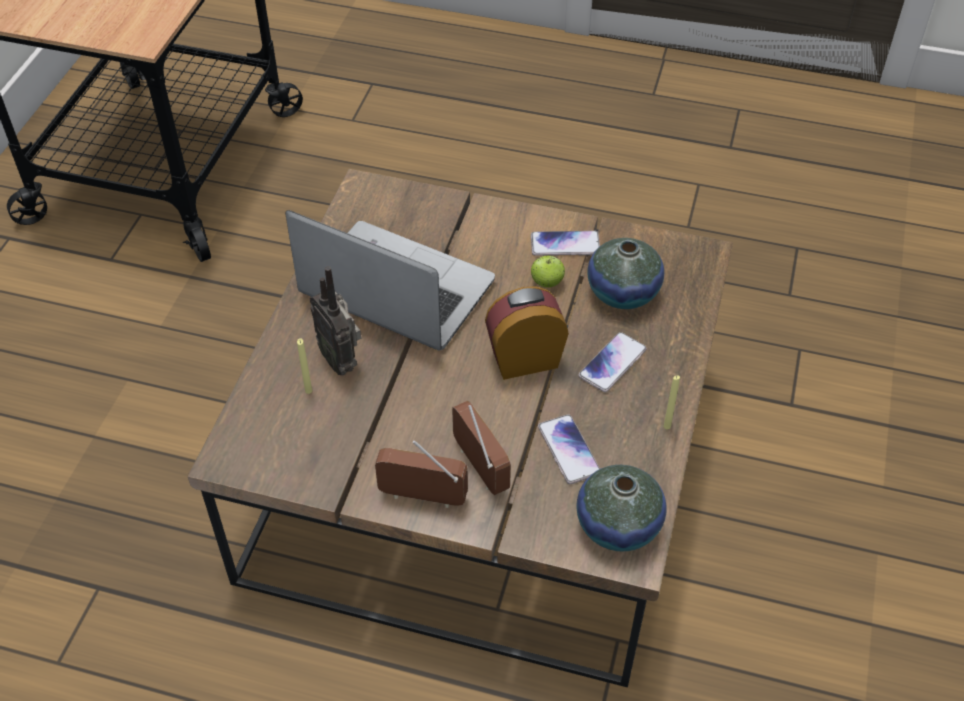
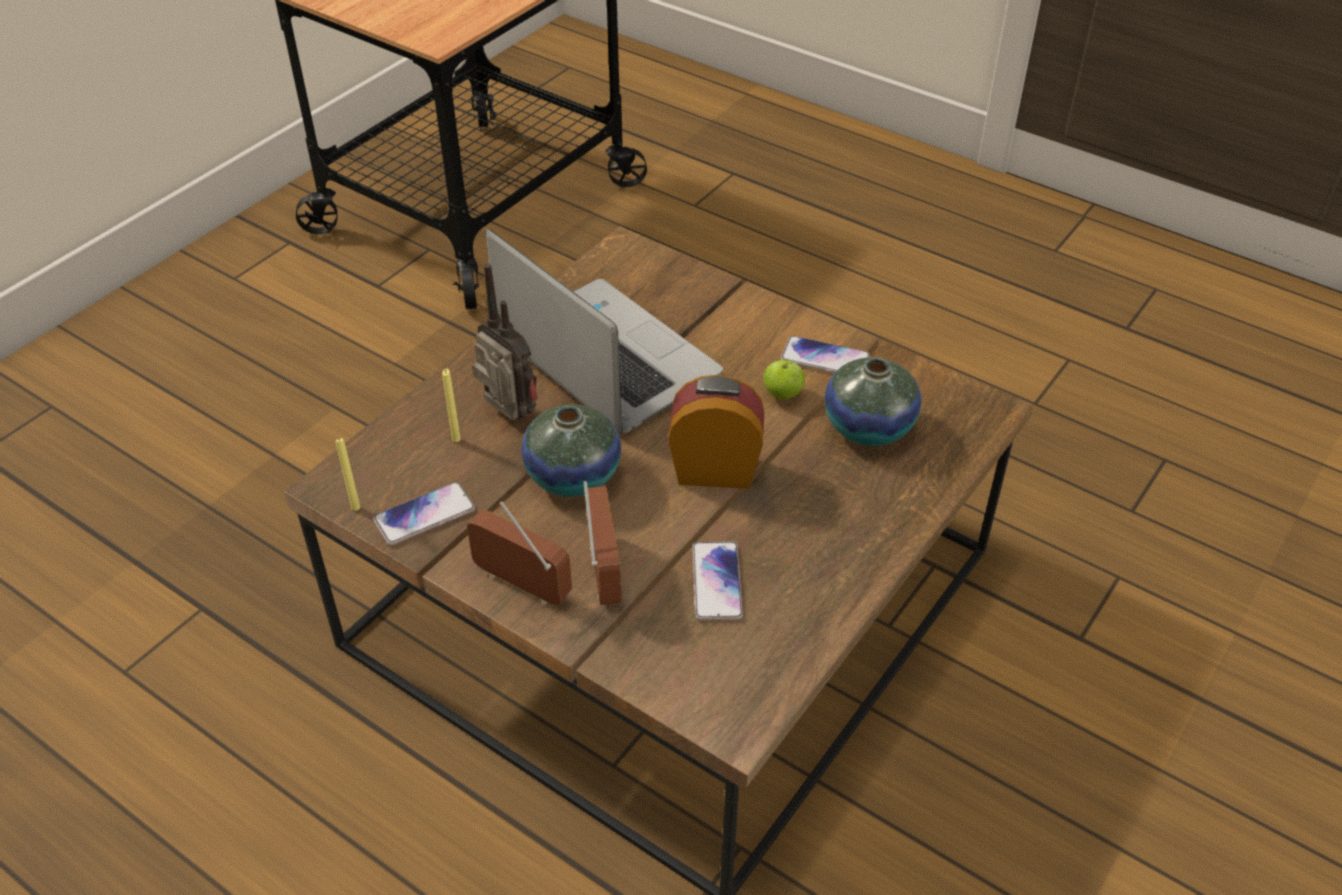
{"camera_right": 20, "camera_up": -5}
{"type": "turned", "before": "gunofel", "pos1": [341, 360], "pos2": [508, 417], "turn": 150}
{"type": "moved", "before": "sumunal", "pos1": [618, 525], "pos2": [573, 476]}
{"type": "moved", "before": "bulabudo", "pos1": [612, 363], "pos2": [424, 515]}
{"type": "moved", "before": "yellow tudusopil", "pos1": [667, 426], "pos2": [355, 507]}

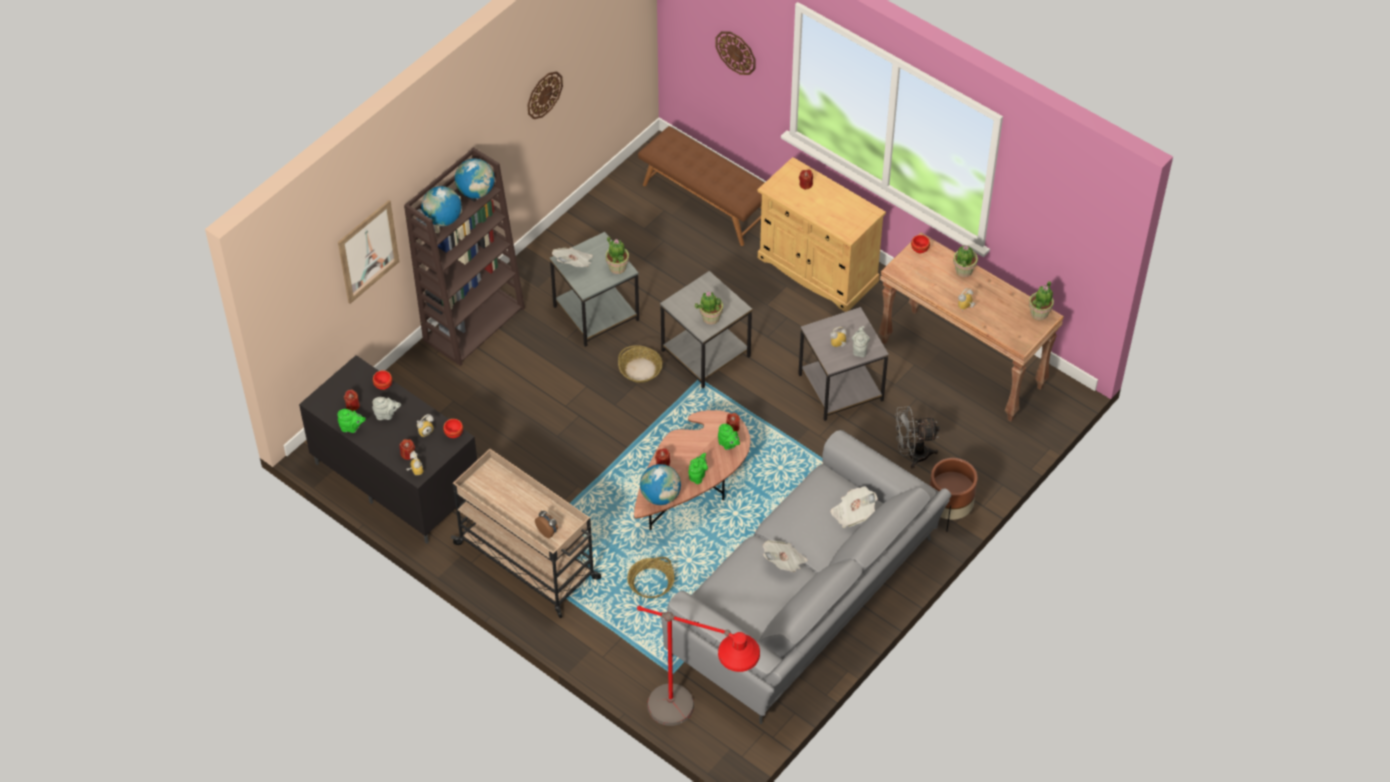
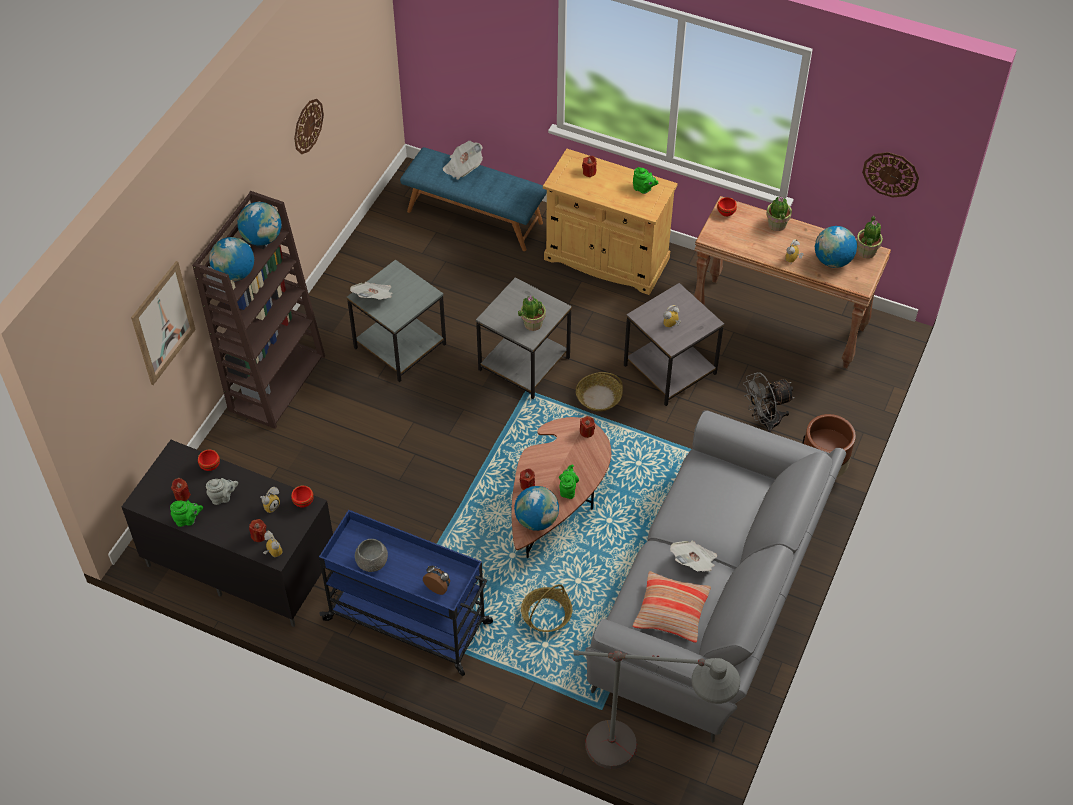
{"camera_right": -15, "camera_up": 0}
{"type": "recoloured", "before": "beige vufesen", "after": "blue vufesen", "pos1": [528, 562], "pos2": [409, 622]}
{"type": "removed", "before": "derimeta", "pos1": [617, 267]}
{"type": "moved", "before": "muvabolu", "pos1": [640, 369], "pos2": [599, 397]}
{"type": "recoloured", "before": "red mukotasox", "after": "grey mukotasox", "pos1": [696, 723], "pos2": [645, 758]}
{"type": "recoloured", "before": "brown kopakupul", "after": "blue kopakupul", "pos1": [706, 202], "pos2": [475, 216]}
{"type": "moved", "before": "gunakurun", "pos1": [736, 52], "pos2": [890, 174]}
{"type": "moved", "before": "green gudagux", "pos1": [728, 444], "pos2": [643, 189]}
{"type": "moved", "before": "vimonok", "pos1": [853, 514], "pos2": [463, 168]}
{"type": "removed", "before": "grey gudagux", "pos1": [859, 350]}
{"type": "added", "after": "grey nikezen", "pos2": [372, 562]}
{"type": "added", "after": "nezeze", "pos2": [671, 612]}
{"type": "added", "after": "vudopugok", "pos2": [832, 261]}

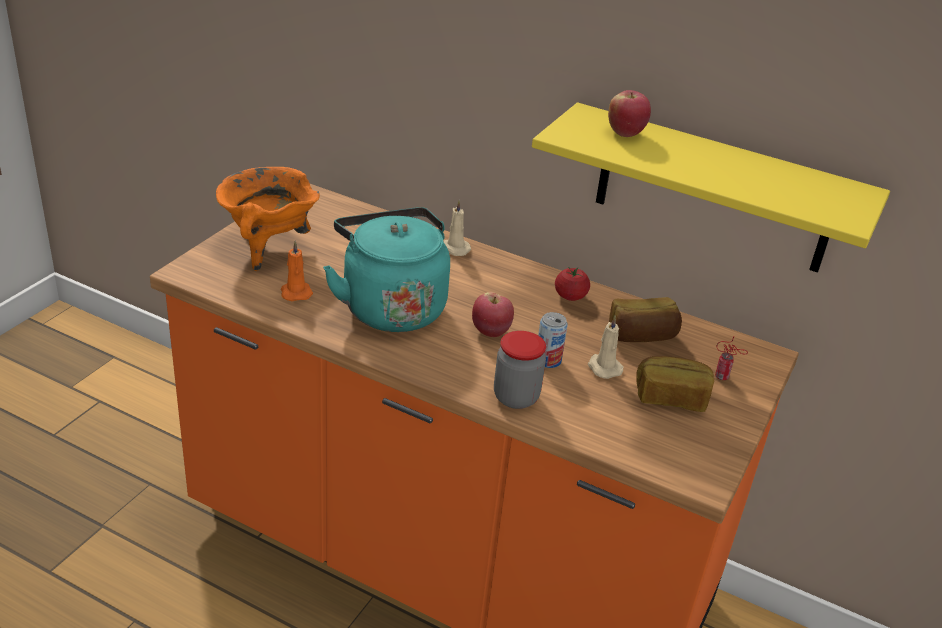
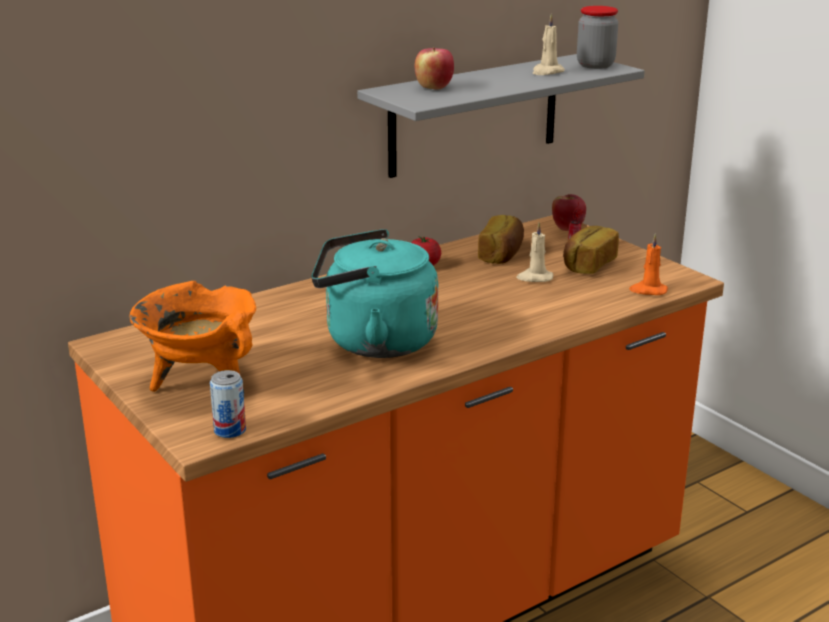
{"camera_right": -60, "camera_up": -10}
{"type": "moved", "before": "orange tudusopil", "pos1": [296, 292], "pos2": [648, 290]}
{"type": "moved", "before": "beige tudusopil", "pos1": [453, 249], "pos2": [547, 72]}
{"type": "moved", "before": "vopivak", "pos1": [491, 332], "pos2": [567, 228]}
{"type": "moved", "before": "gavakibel", "pos1": [516, 397], "pos2": [595, 65]}
{"type": "recoloured", "before": "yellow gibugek", "after": "grey gibugek", "pos1": [714, 190], "pos2": [474, 115]}
{"type": "moved", "before": "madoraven", "pos1": [548, 360], "pos2": [230, 430]}

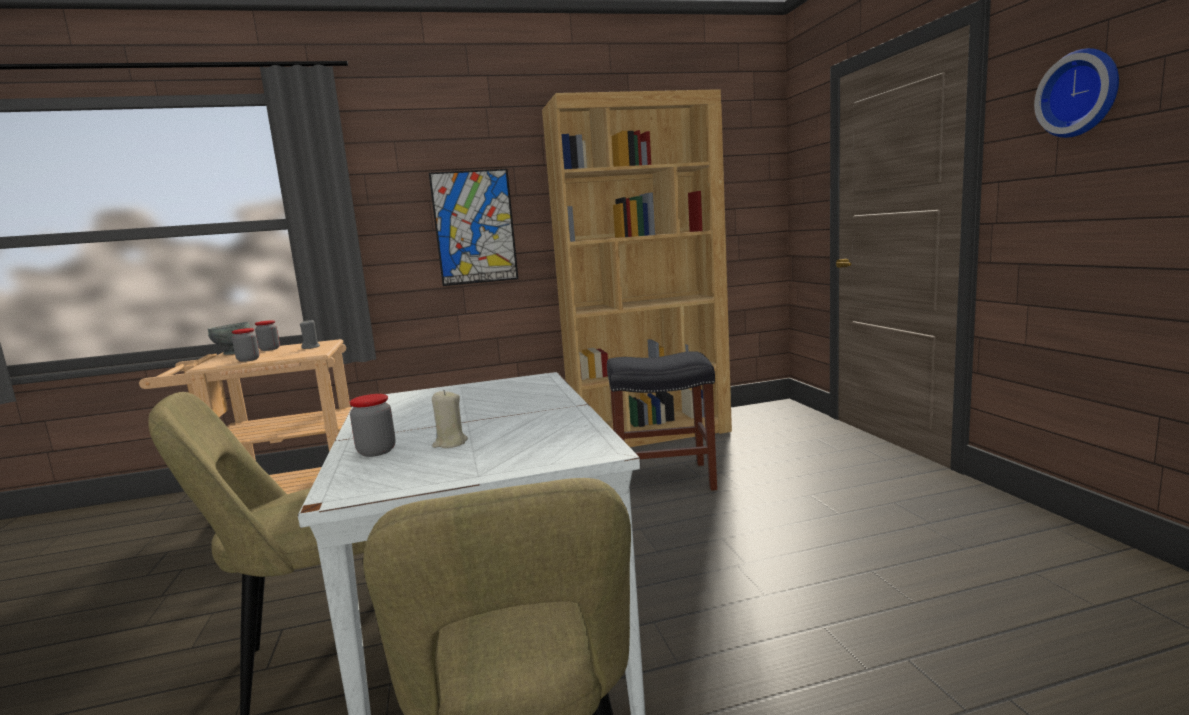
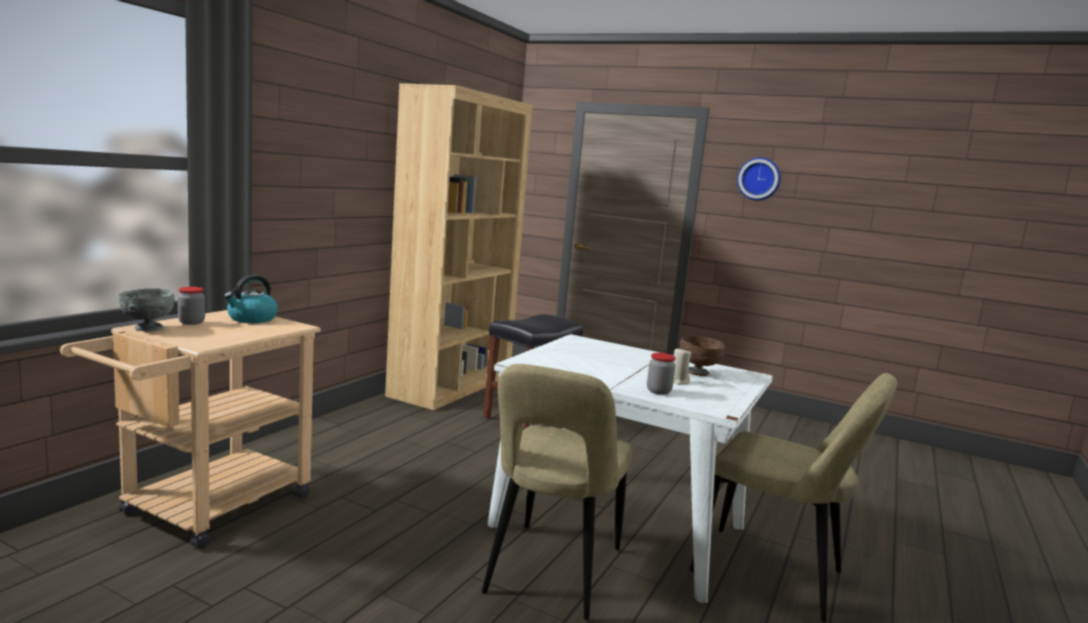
{"camera_right": -50, "camera_up": 0}
{"type": "removed", "before": "gavakibel", "pos1": [248, 360]}
{"type": "replaced", "before": "grey tudusopil", "after": "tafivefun", "pos1": [311, 347], "pos2": [251, 319]}
{"type": "removed", "before": "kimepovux", "pos1": [474, 227]}
{"type": "added", "after": "brown nikezen", "pos2": [698, 373]}

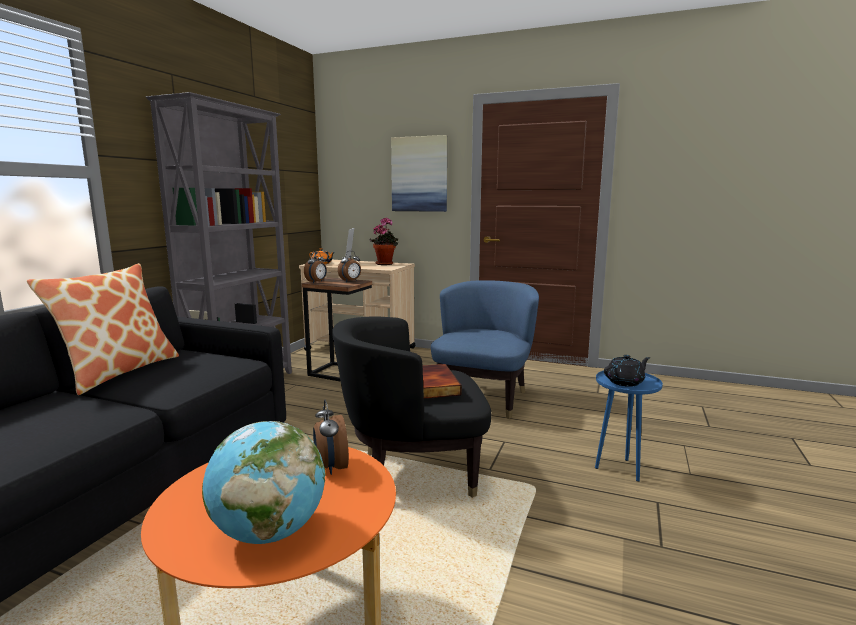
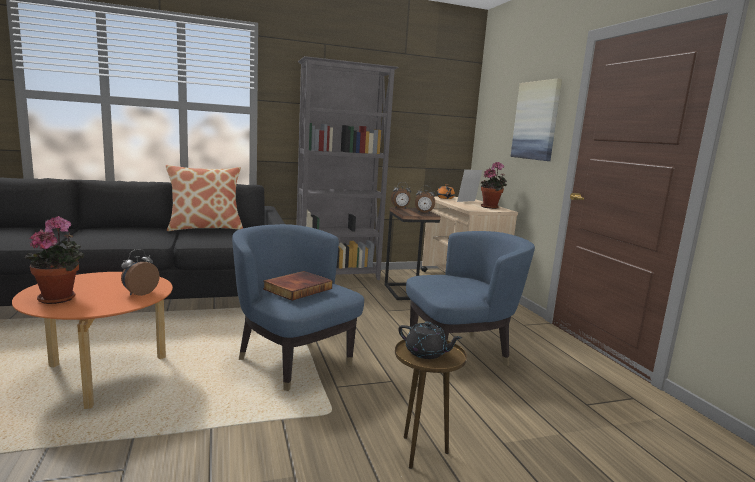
{"camera_right": 50, "camera_up": 0}
{"type": "replaced", "before": "vudopugok", "after": "derimeta", "pos1": [269, 532], "pos2": [60, 298]}
{"type": "recoloured", "before": "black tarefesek", "after": "blue tarefesek", "pos1": [413, 474], "pos2": [293, 361]}
{"type": "recoloured", "before": "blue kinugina", "after": "brown kinugina", "pos1": [620, 469], "pos2": [420, 452]}

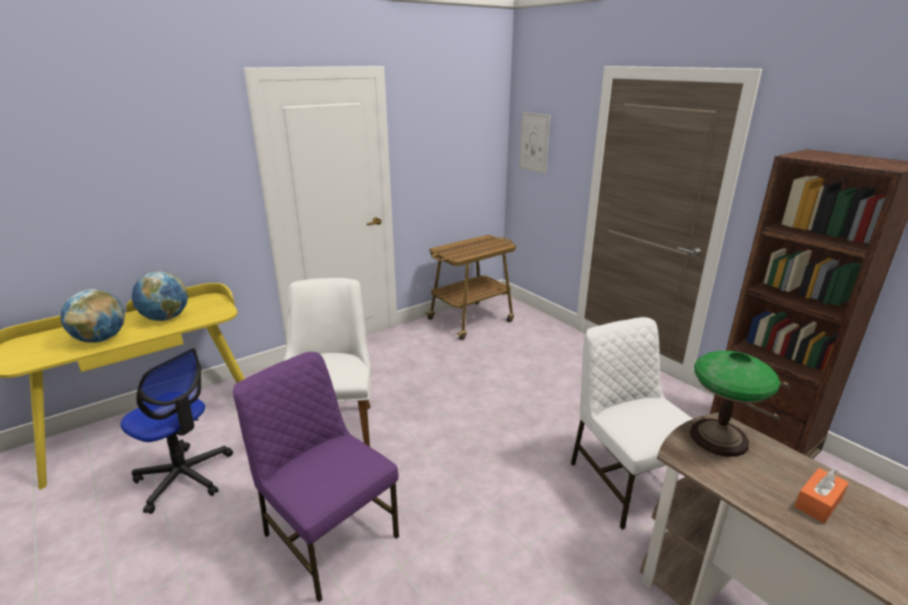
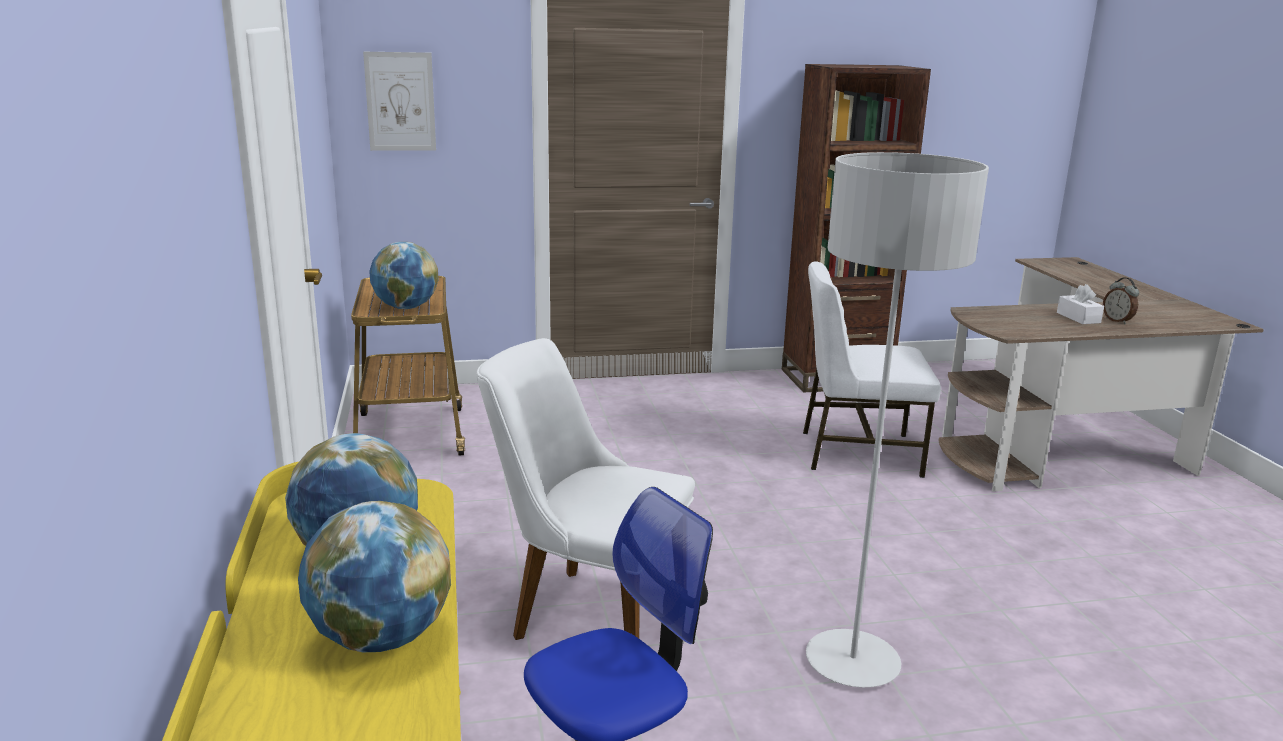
{"camera_right": -65, "camera_up": -5}
{"type": "replaced", "before": "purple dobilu", "after": "grey mukotasox", "pos1": [328, 535], "pos2": [852, 662]}
{"type": "removed", "before": "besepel", "pos1": [719, 438]}
{"type": "recoloured", "before": "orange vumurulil", "after": "white vumurulil", "pos1": [818, 502], "pos2": [1078, 318]}
{"type": "added", "after": "vudopugok", "pos2": [405, 307]}
{"type": "added", "after": "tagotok", "pos2": [1117, 321]}

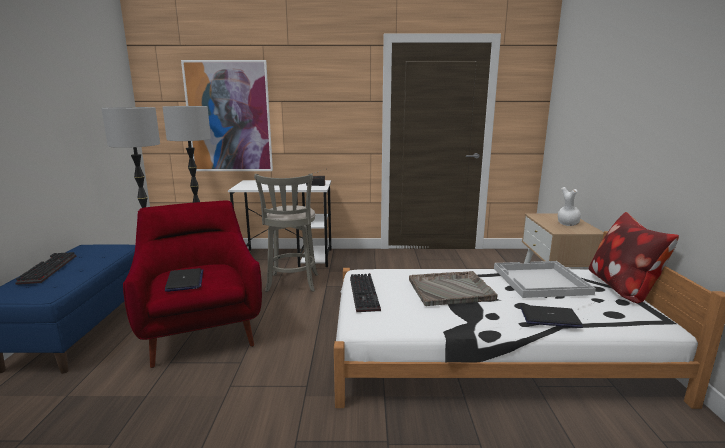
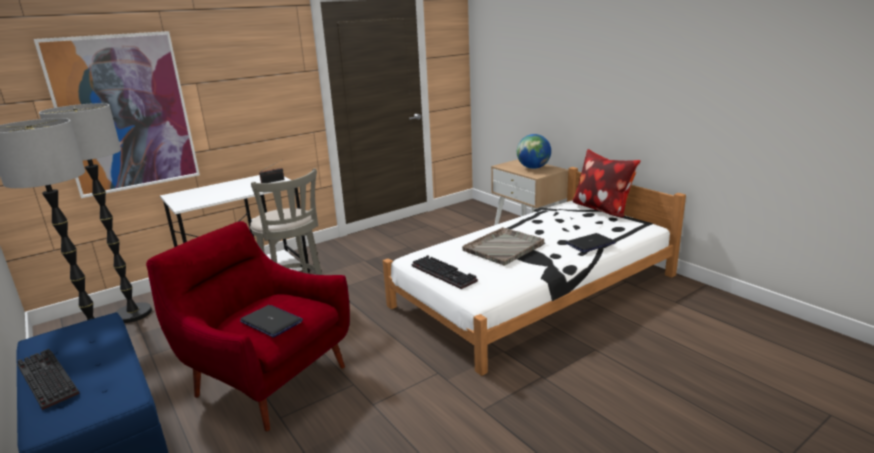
{"camera_right": -35, "camera_up": 5}
{"type": "removed", "before": "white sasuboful", "pos1": [540, 281]}
{"type": "replaced", "before": "white sumunal", "after": "vudopugok", "pos1": [567, 224], "pos2": [533, 168]}

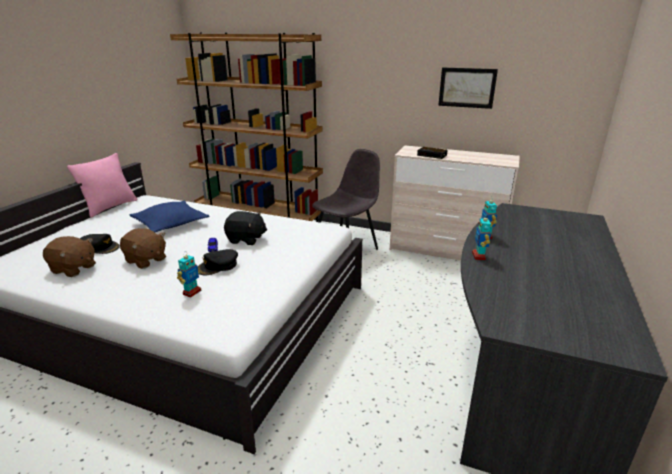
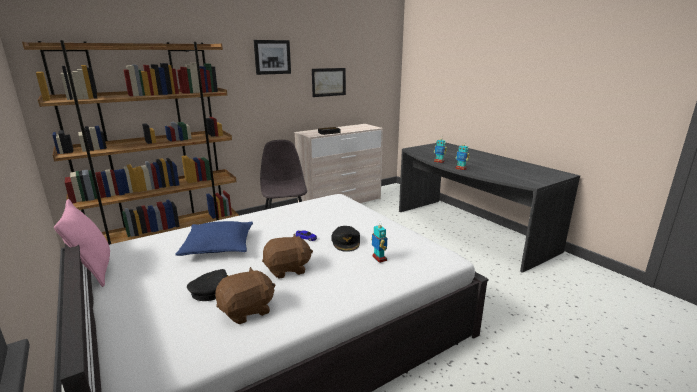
{"camera_right": -55, "camera_up": -5}
{"type": "removed", "before": "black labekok", "pos1": [246, 239]}
{"type": "added", "after": "kimepovux", "pos2": [272, 57]}

